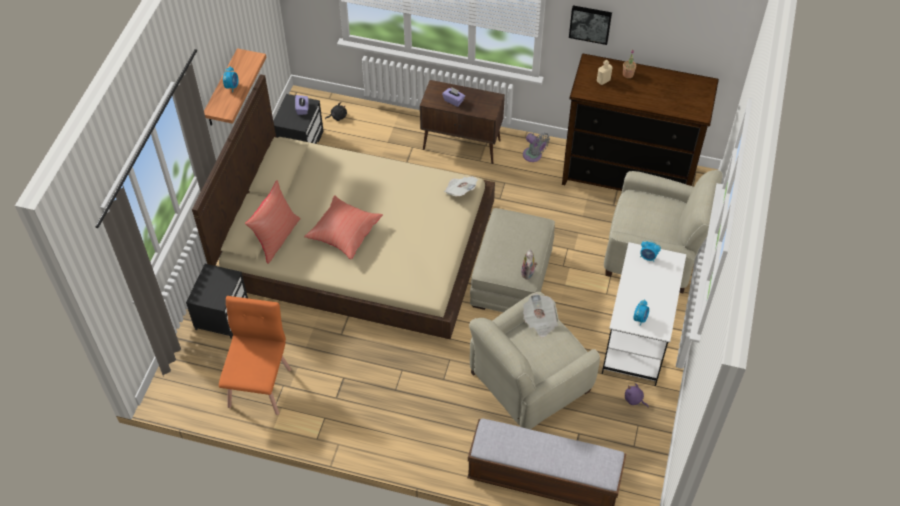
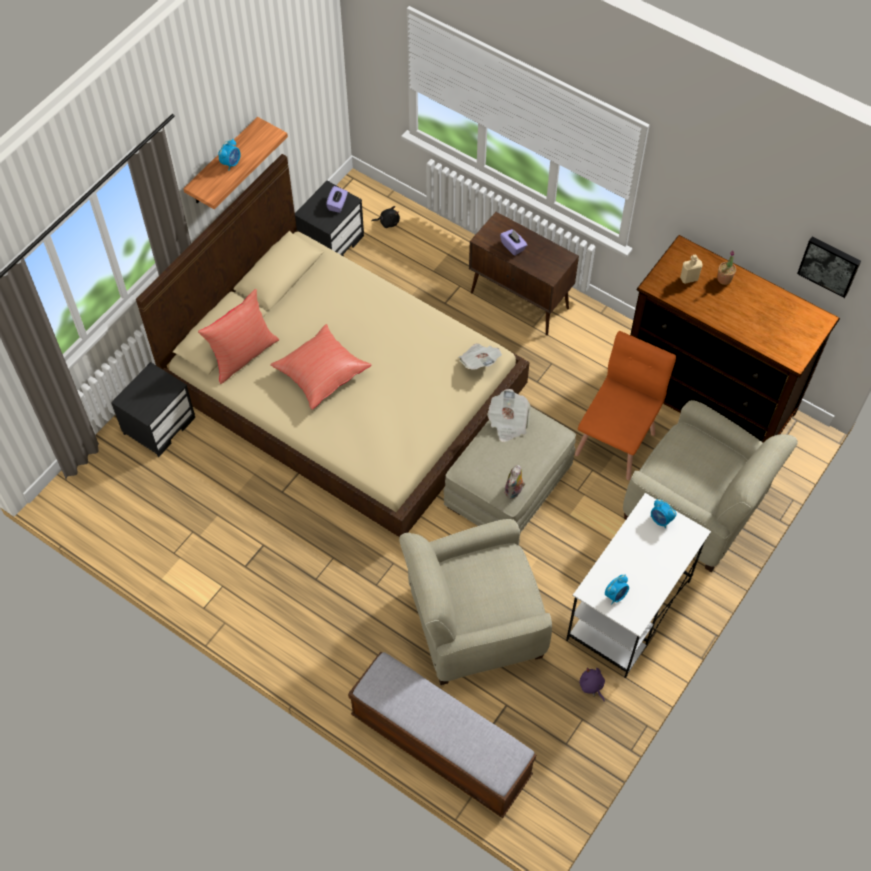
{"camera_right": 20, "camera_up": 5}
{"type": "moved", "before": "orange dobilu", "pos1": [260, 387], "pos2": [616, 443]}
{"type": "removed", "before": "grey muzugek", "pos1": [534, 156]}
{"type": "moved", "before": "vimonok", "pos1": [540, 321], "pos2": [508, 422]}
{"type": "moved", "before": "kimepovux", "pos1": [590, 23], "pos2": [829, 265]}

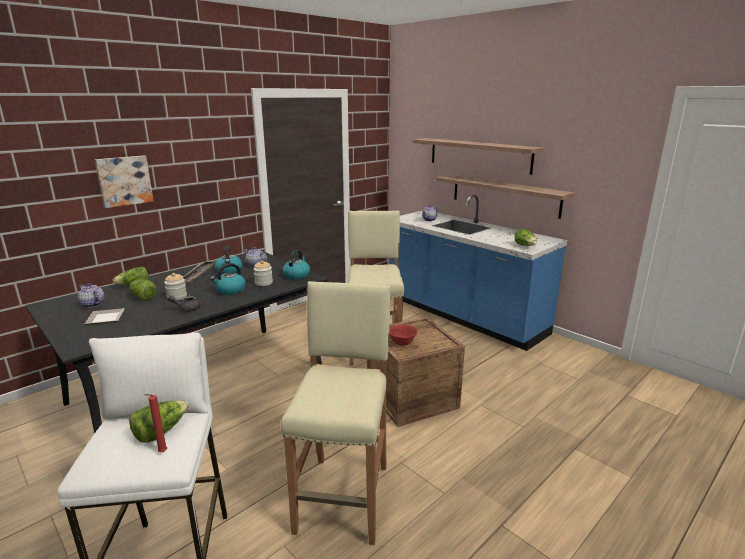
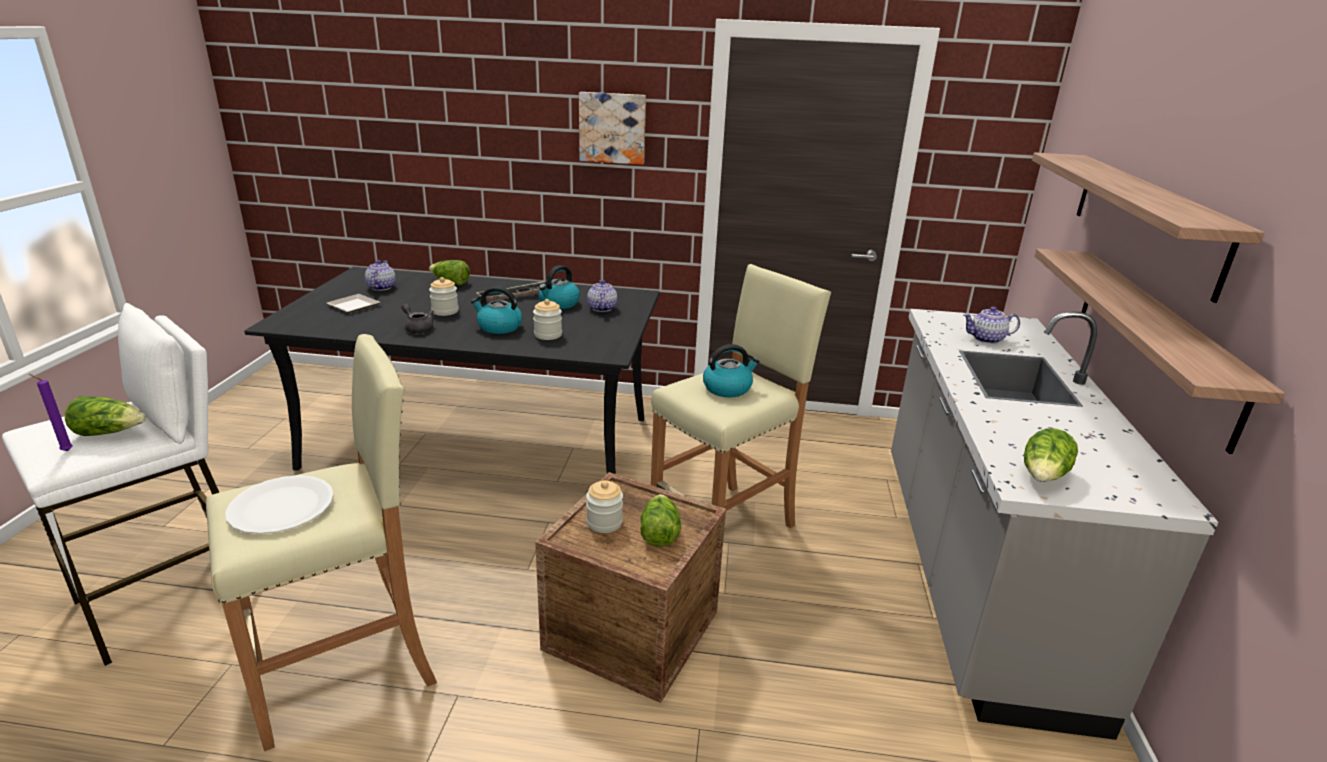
{"camera_right": 50, "camera_up": 5}
{"type": "moved", "before": "kimepovux", "pos1": [124, 181], "pos2": [612, 128]}
{"type": "moved", "before": "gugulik", "pos1": [142, 297], "pos2": [659, 533]}
{"type": "recoloured", "before": "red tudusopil", "after": "purple tudusopil", "pos1": [161, 453], "pos2": [65, 451]}
{"type": "moved", "before": "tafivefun", "pos1": [296, 275], "pos2": [728, 388]}
{"type": "recoloured", "before": "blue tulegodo", "after": "grey tulegodo", "pos1": [463, 316], "pos2": [972, 573]}
{"type": "replaced", "before": "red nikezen", "after": "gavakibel", "pos1": [402, 343], "pos2": [604, 522]}
{"type": "added", "after": "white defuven", "pos2": [282, 507]}

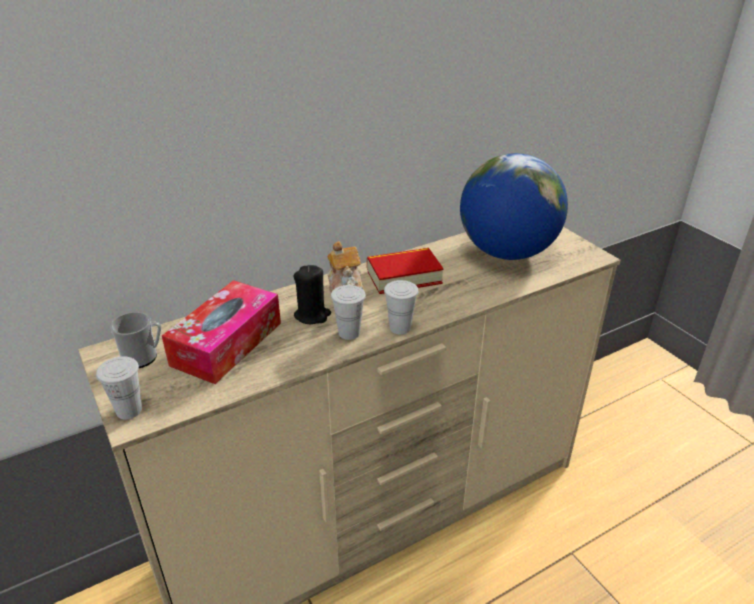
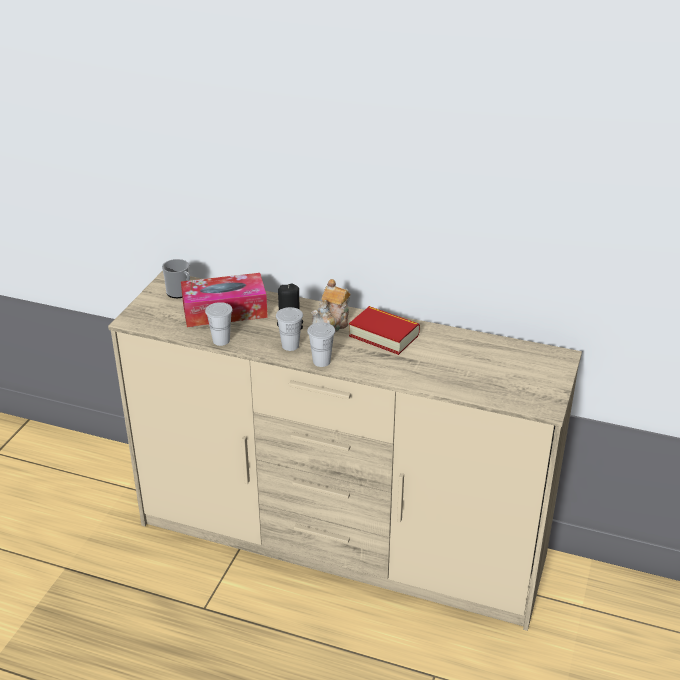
{"camera_right": 50, "camera_up": 0}
{"type": "moved", "before": "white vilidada", "pos1": [129, 410], "pos2": [221, 340]}
{"type": "removed", "before": "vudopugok", "pos1": [507, 252]}

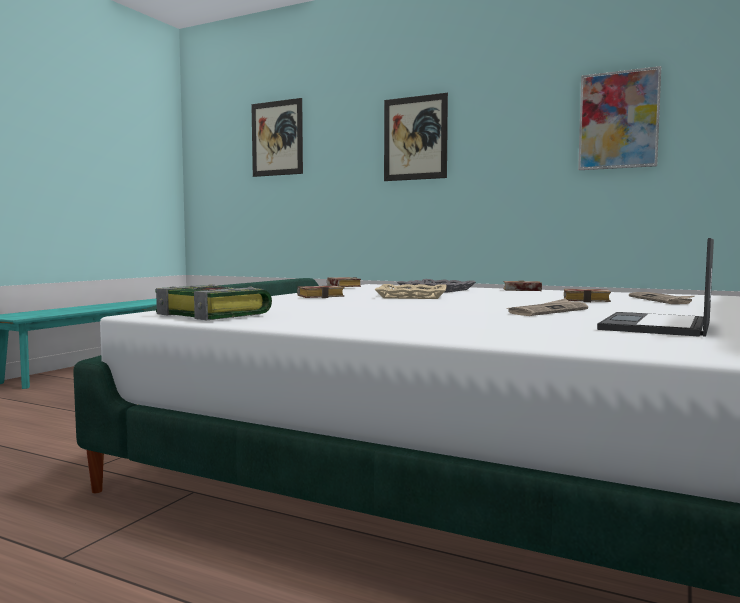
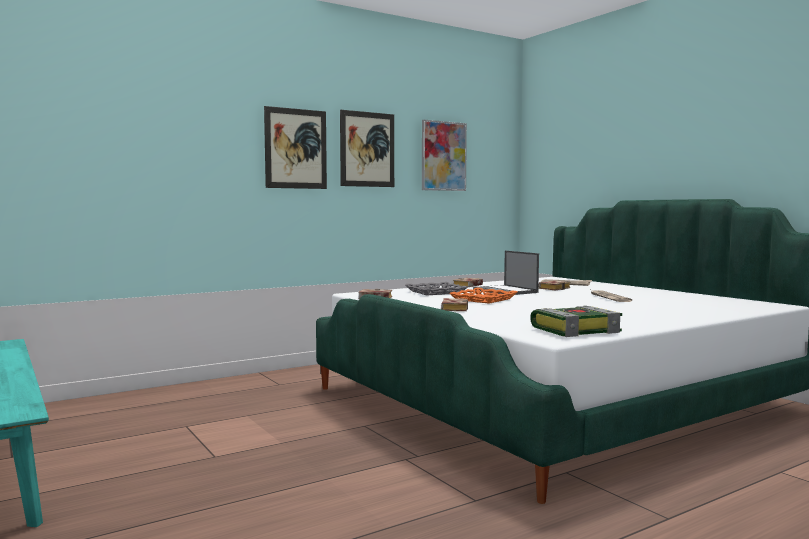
{"camera_right": -60, "camera_up": 0}
{"type": "moved", "before": "kimepovux", "pos1": [277, 138], "pos2": [367, 149]}
{"type": "recoloured", "before": "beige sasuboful", "after": "orange sasuboful", "pos1": [412, 296], "pos2": [483, 299]}
{"type": "moved", "before": "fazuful", "pos1": [656, 326], "pos2": [506, 291]}

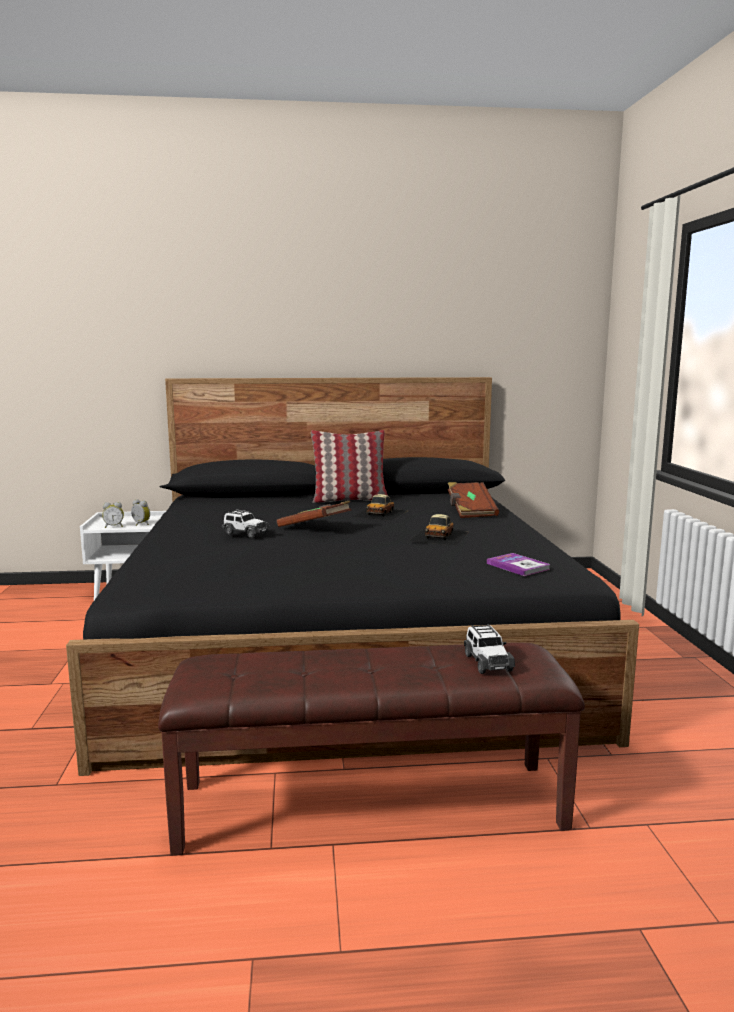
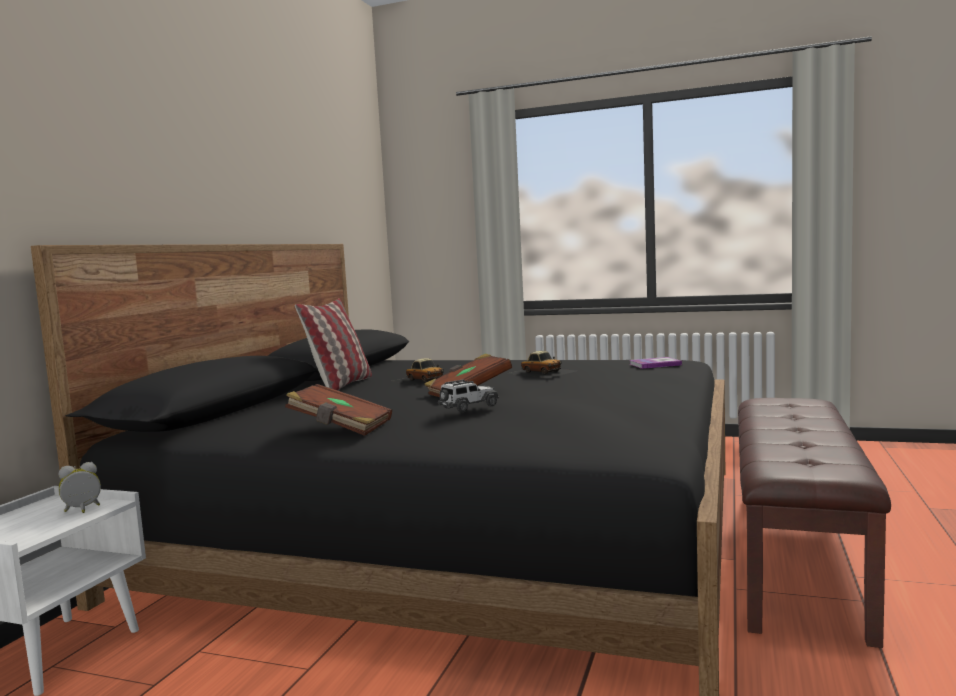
{"camera_right": -65, "camera_up": -5}
{"type": "removed", "before": "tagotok", "pos1": [114, 526]}
{"type": "moved", "before": "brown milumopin", "pos1": [470, 511], "pos2": [340, 428]}
{"type": "removed", "before": "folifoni", "pos1": [487, 662]}

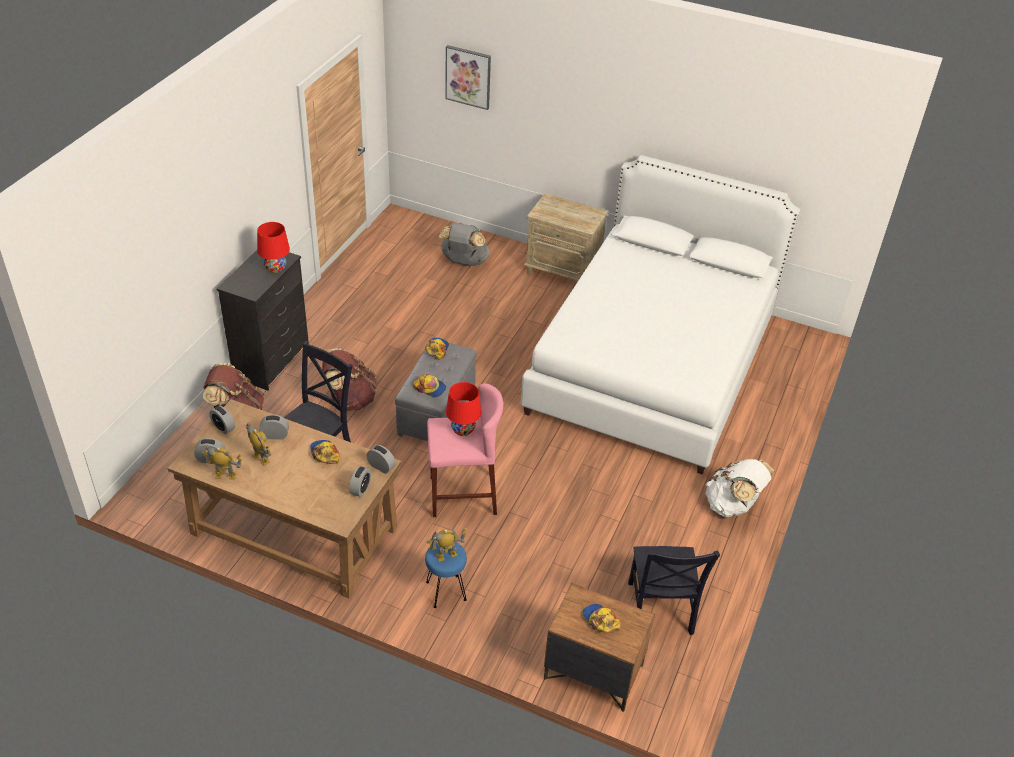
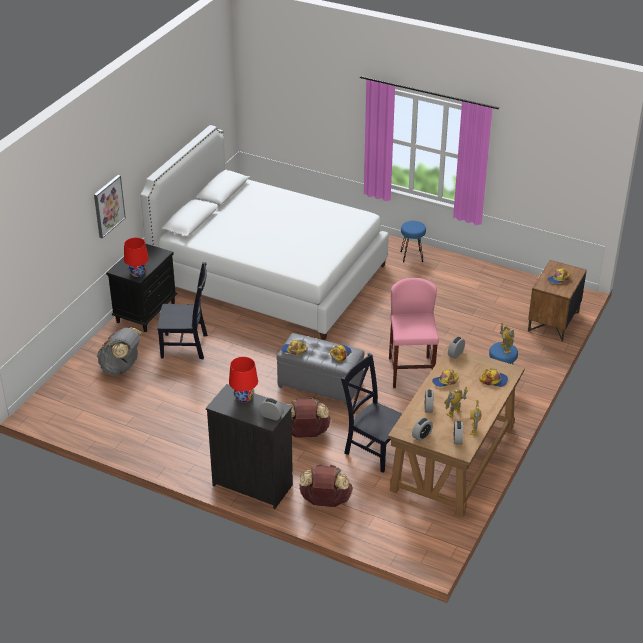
{"camera_right": -85, "camera_up": -5}
{"type": "moved", "before": "tagotok", "pos1": [361, 489], "pos2": [271, 416]}
{"type": "moved", "before": "kimepovux", "pos1": [468, 77], "pos2": [108, 206]}
{"type": "moved", "before": "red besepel", "pos1": [463, 429], "pos2": [138, 273]}
{"type": "recoloured", "before": "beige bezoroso", "after": "black bezoroso", "pos1": [563, 271], "pos2": [146, 312]}
{"type": "moved", "before": "black dobilu", "pos1": [659, 611], "pos2": [186, 346]}
{"type": "replaced", "before": "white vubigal", "after": "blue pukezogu", "pos1": [732, 505], "pos2": [412, 256]}
{"type": "added", "after": "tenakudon", "pos2": [493, 380]}

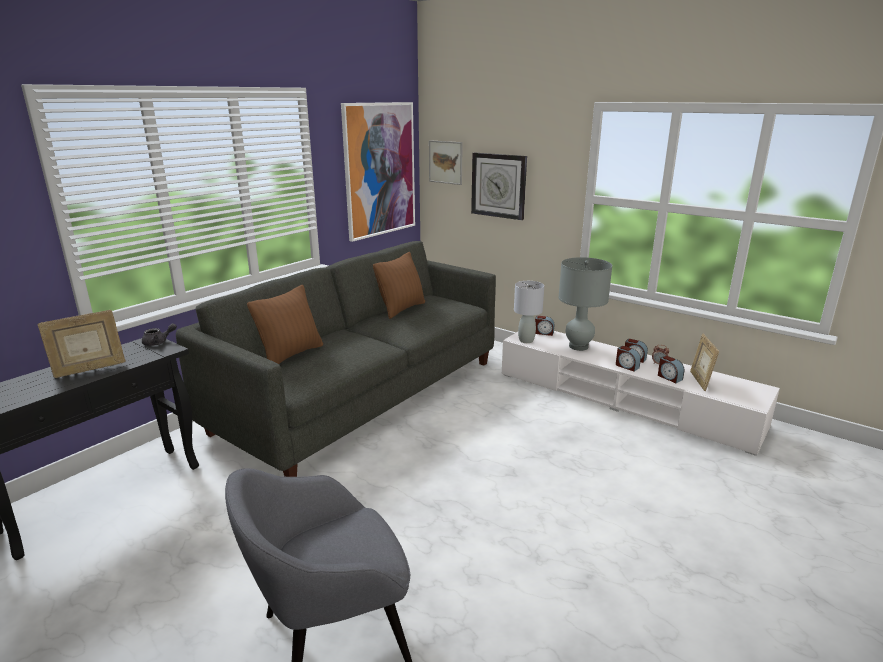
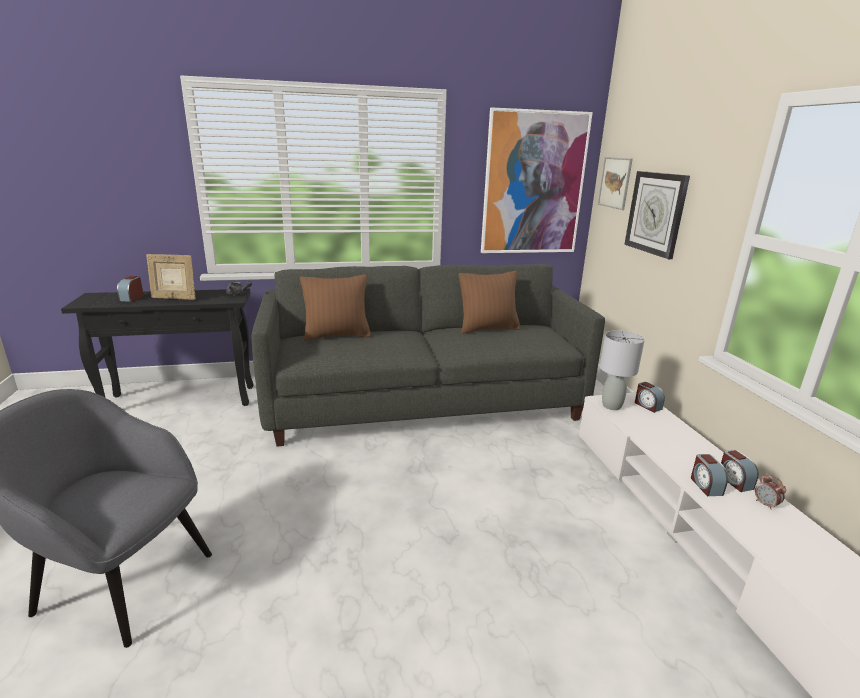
{"camera_right": 40, "camera_up": 0}
{"type": "removed", "before": "grey besepel", "pos1": [578, 346]}
{"type": "moved", "before": "tagotok", "pos1": [669, 377], "pos2": [132, 298]}
{"type": "removed", "before": "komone", "pos1": [700, 381]}

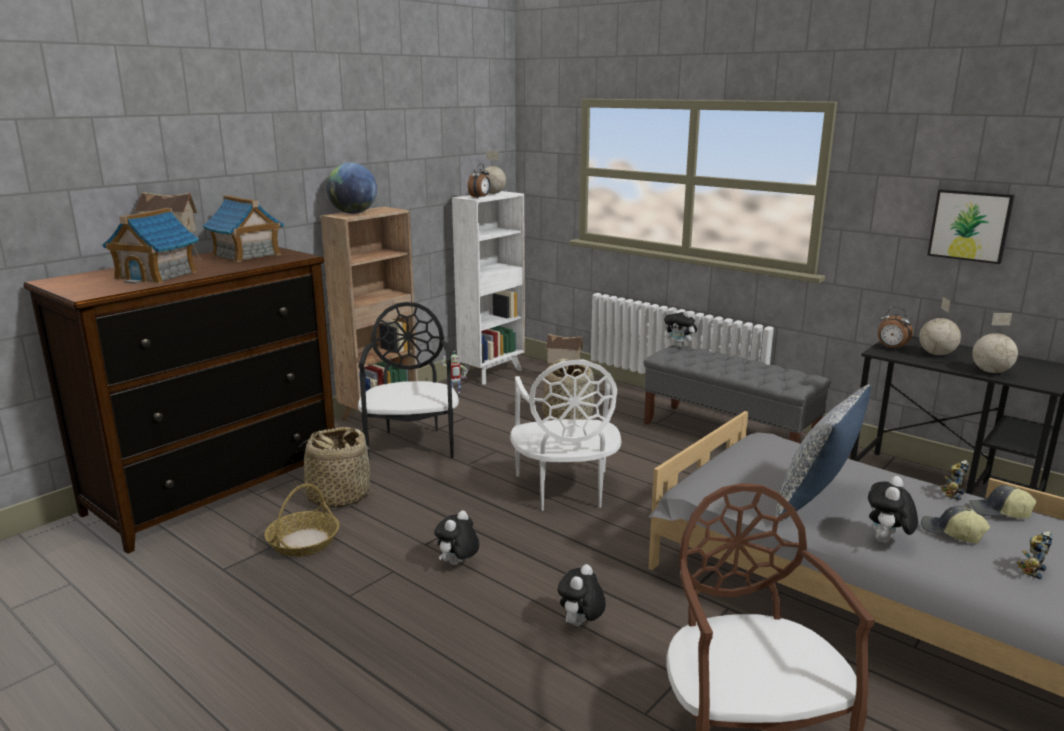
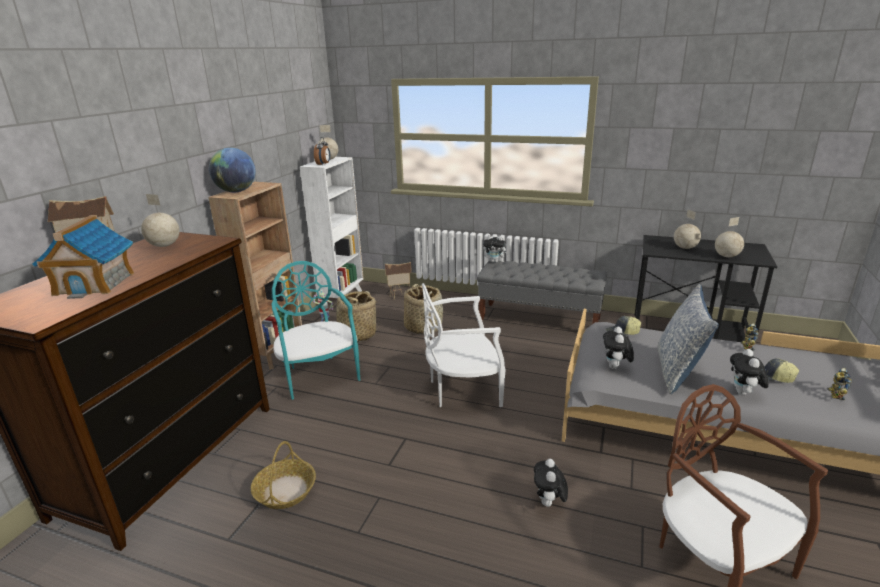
{"camera_right": -20, "camera_up": 5}
{"type": "replaced", "before": "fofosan", "after": "vudopugok", "pos1": [246, 255], "pos2": [164, 246]}
{"type": "moved", "before": "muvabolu", "pos1": [338, 497], "pos2": [357, 335]}
{"type": "recoloured", "before": "black dobilu", "after": "turquoise dobilu", "pos1": [412, 444], "pos2": [319, 375]}
{"type": "moved", "before": "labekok", "pos1": [457, 564], "pos2": [615, 368]}
{"type": "turned", "before": "white dobilu", "pos1": [565, 491], "pos2": [462, 390], "turn": 105}
{"type": "removed", "before": "tagotok", "pos1": [891, 348]}
{"type": "removed", "before": "kimepovux", "pos1": [970, 225]}
{"type": "moved", "before": "tenakudon", "pos1": [999, 512], "pos2": [622, 333]}

